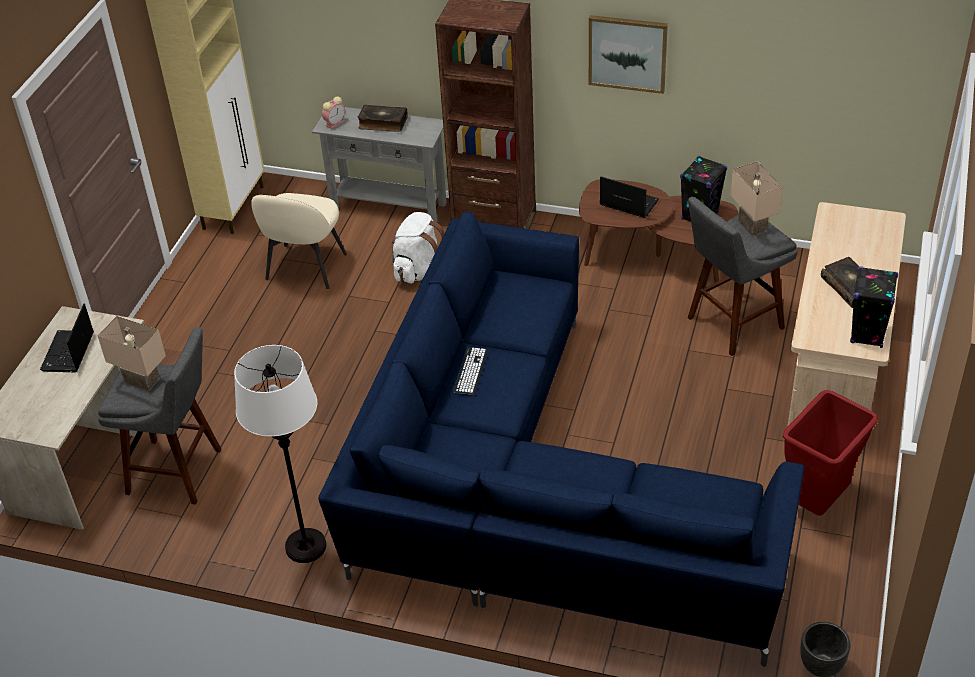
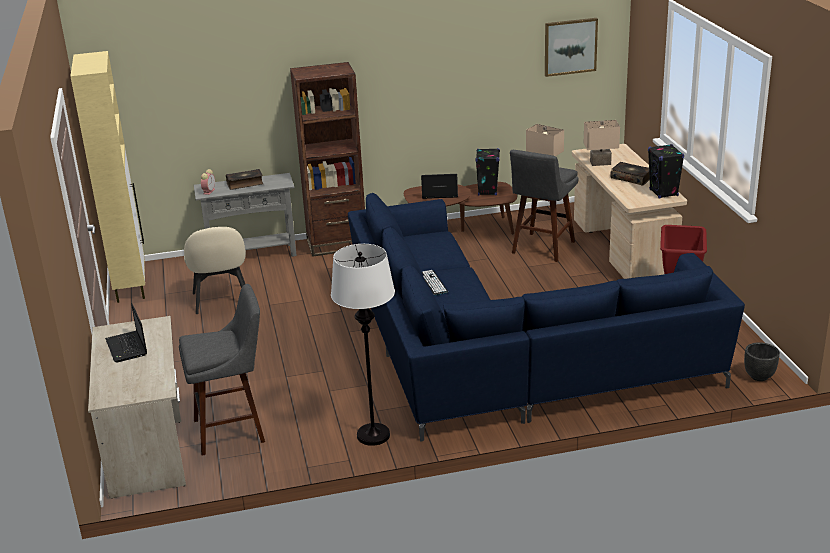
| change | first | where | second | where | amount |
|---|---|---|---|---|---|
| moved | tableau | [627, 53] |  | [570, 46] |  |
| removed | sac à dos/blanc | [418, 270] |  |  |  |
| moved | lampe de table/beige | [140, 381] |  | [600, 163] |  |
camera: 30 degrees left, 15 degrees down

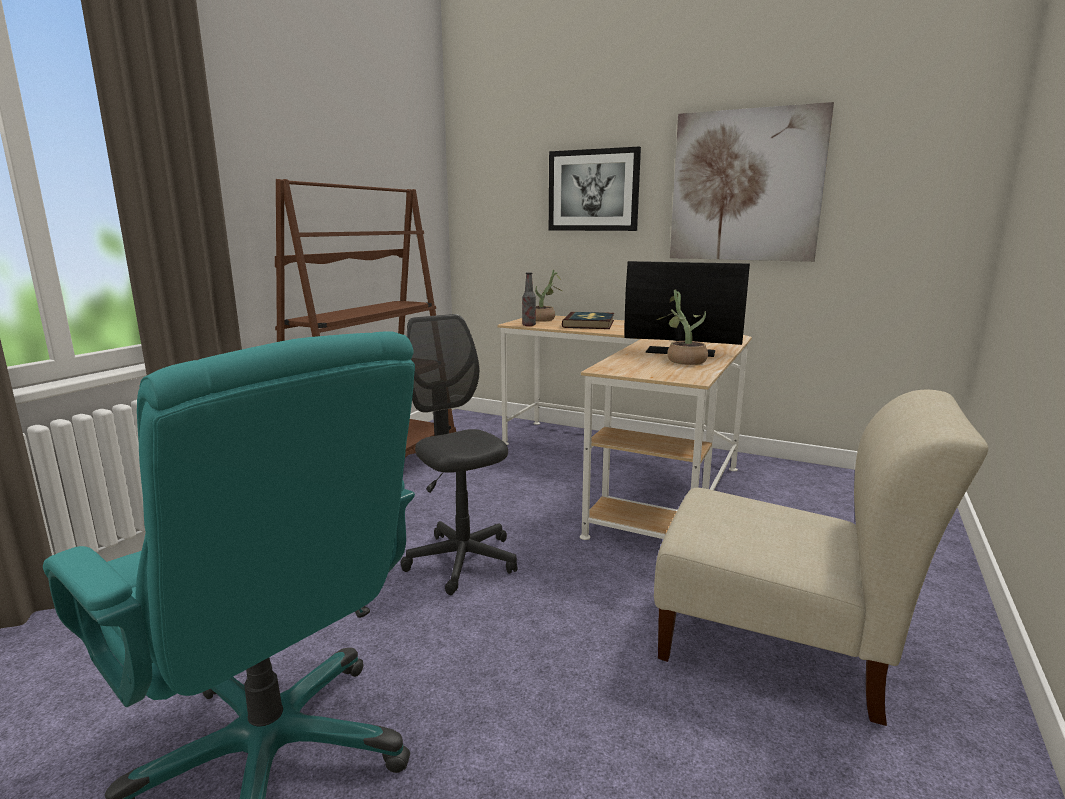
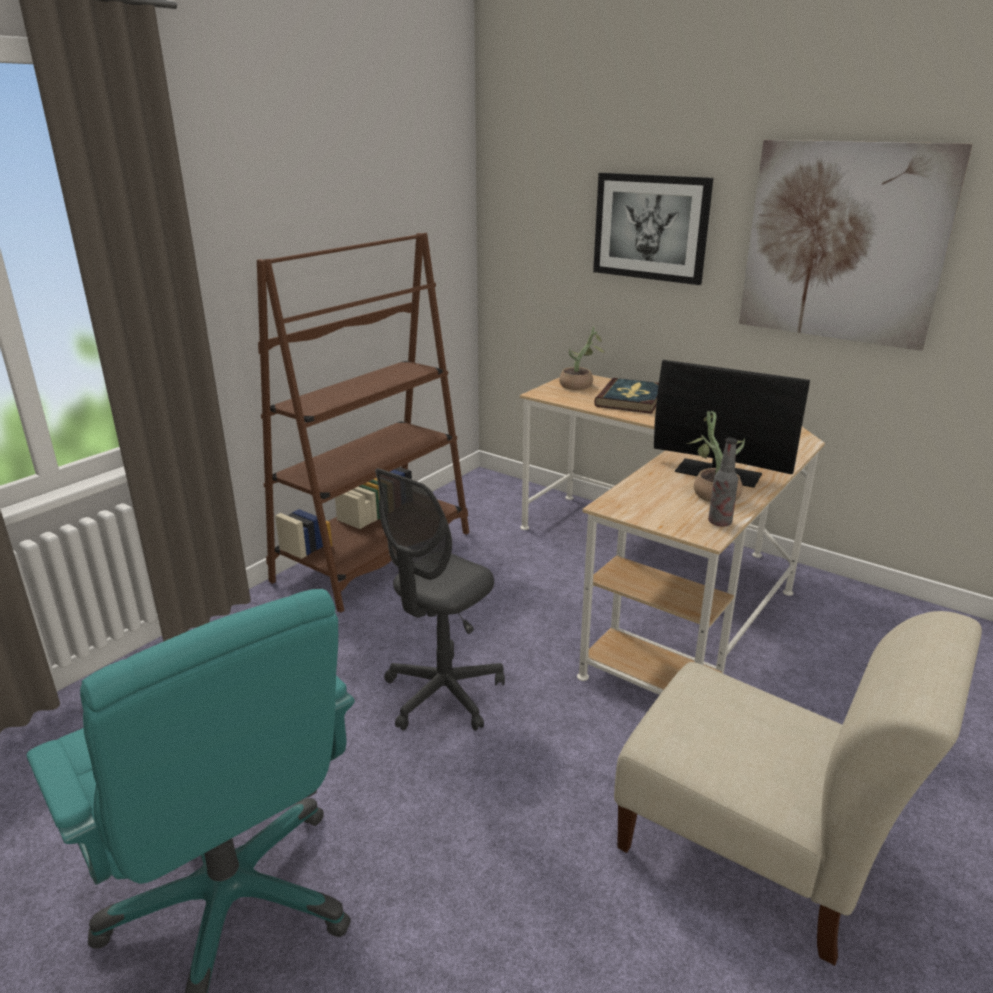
| change | first | where | second | where | amount |
|---|---|---|---|---|---|
| moved | bouteille | [529, 325] |  | [719, 522] |  |
| turned | chaise de bureau/gris | [462, 561] |  | [443, 695] | 120 degrees counterclockwise |
camera: 10 degrees right, 10 degrees up

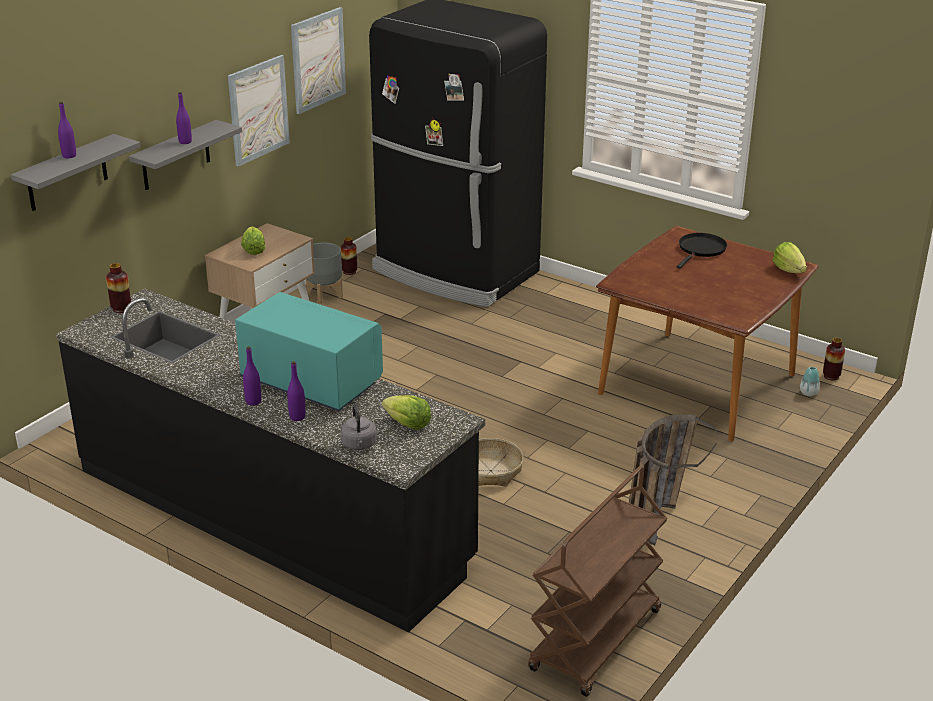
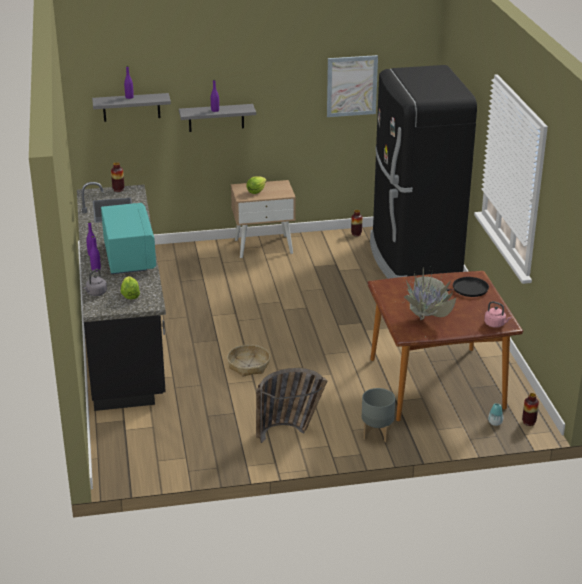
| change | first | where | second | where | amount |
|---|---|---|---|---|---|
| removed | tableau | [258, 110] |  |  |  |
| replaced | laitue | [789, 270] | bouilloire/rose | [495, 324] |  |
| moved | cache-pot/gris | [324, 296] |  | [376, 434] |  |
| removed | chariot/marron | [596, 642] |  |  |  |
| added |  |  | plante en pot | [427, 319] |  |
camera: 45 degrees right, 0 degrees up

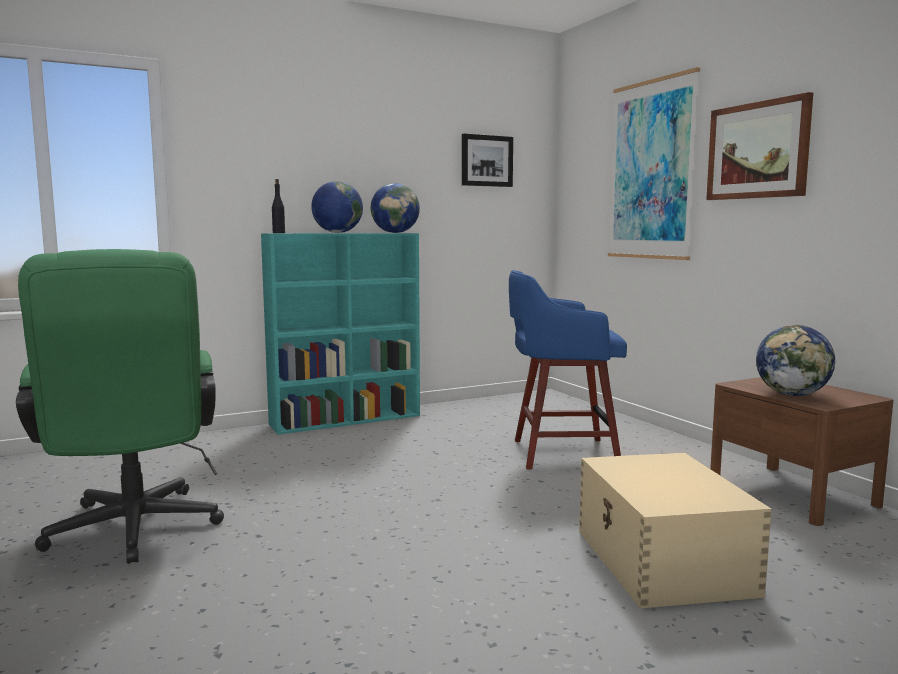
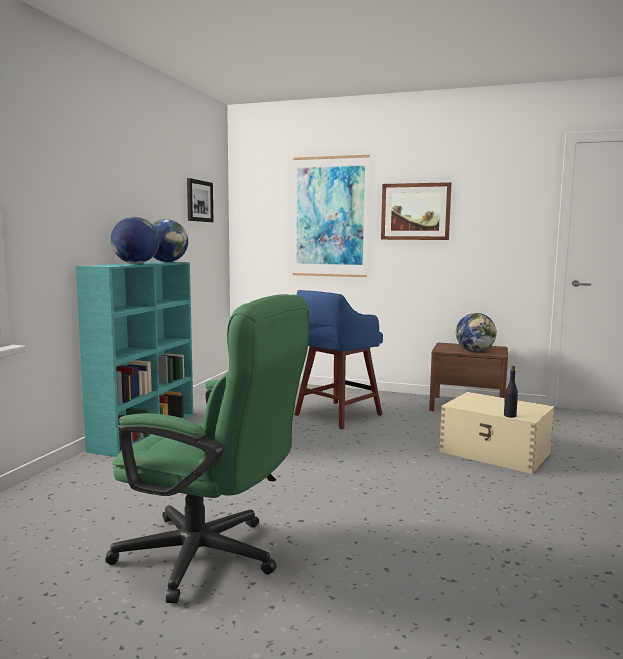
| change | first | where | second | where | amount |
|---|---|---|---|---|---|
| moved | bouteille/noir | [278, 233] |  | [509, 416] |  |
camera: 45 degrees left, 0 degrees up

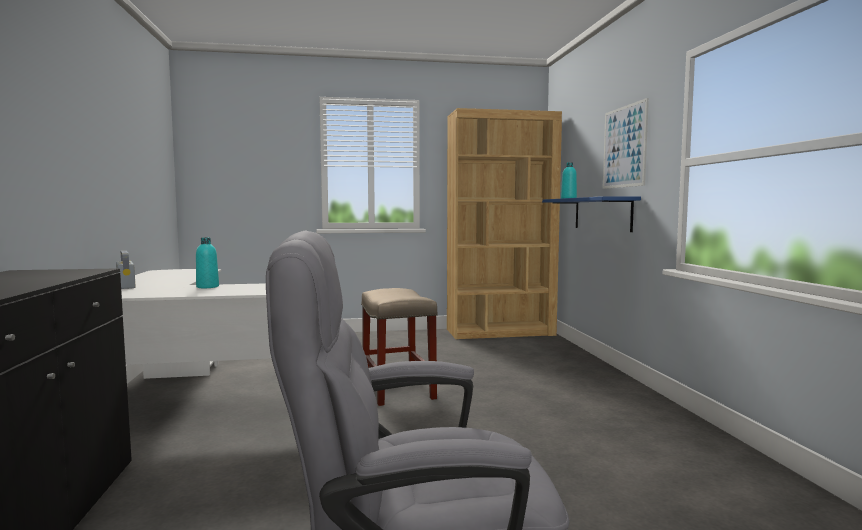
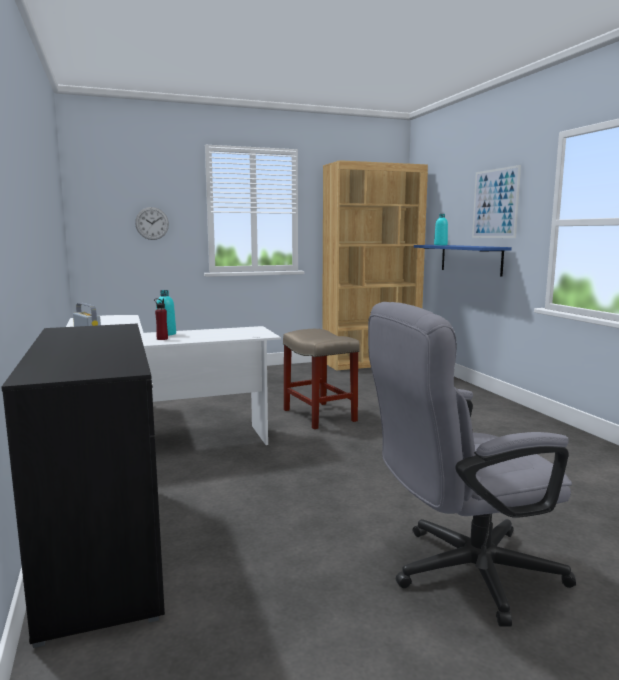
| change | first | where | second | where | amount |
|---|---|---|---|---|---|
| added |  |  | horloge murale | [152, 223] |  |
| added |  |  | bouteille/rouge | [162, 339] |  |
camera: 10 degrees left, 5 degrees up

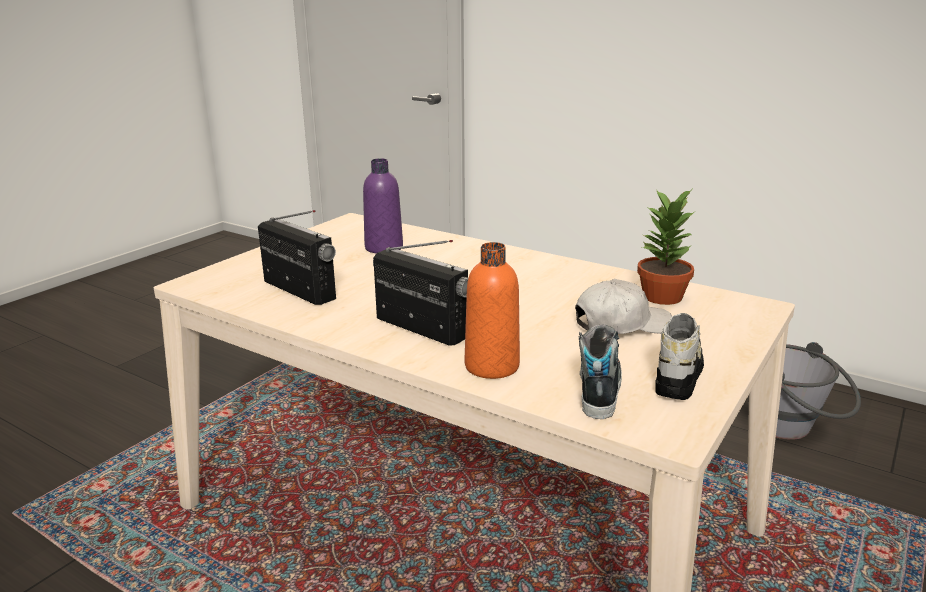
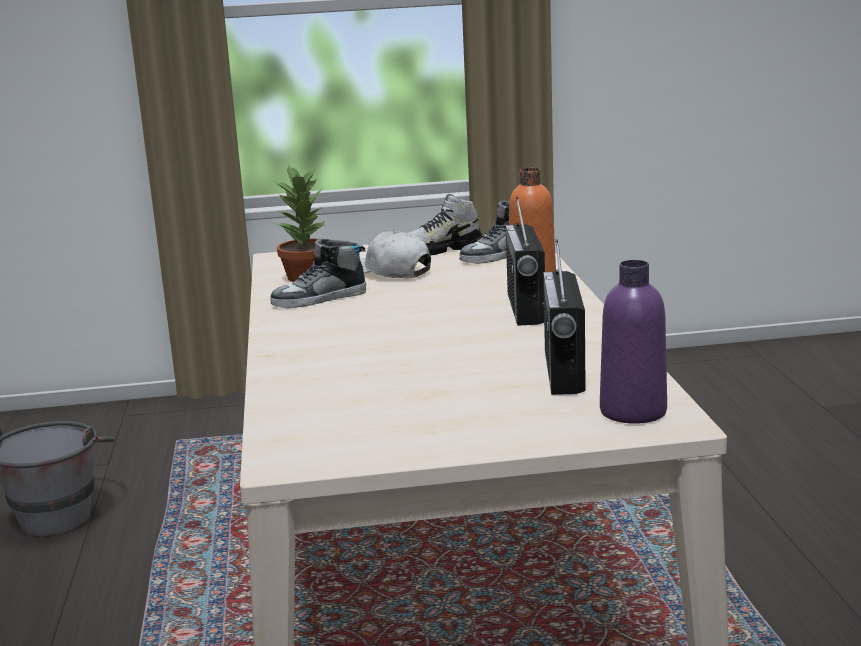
| change | first | where | second | where | amount |
|---|---|---|---|---|---|
| moved | bouteille/violet | [384, 248] |  | [633, 412] |  |
| added |  |  | chaussure | [319, 299] |  |
camera: 130 degrees left, 5 degrees down

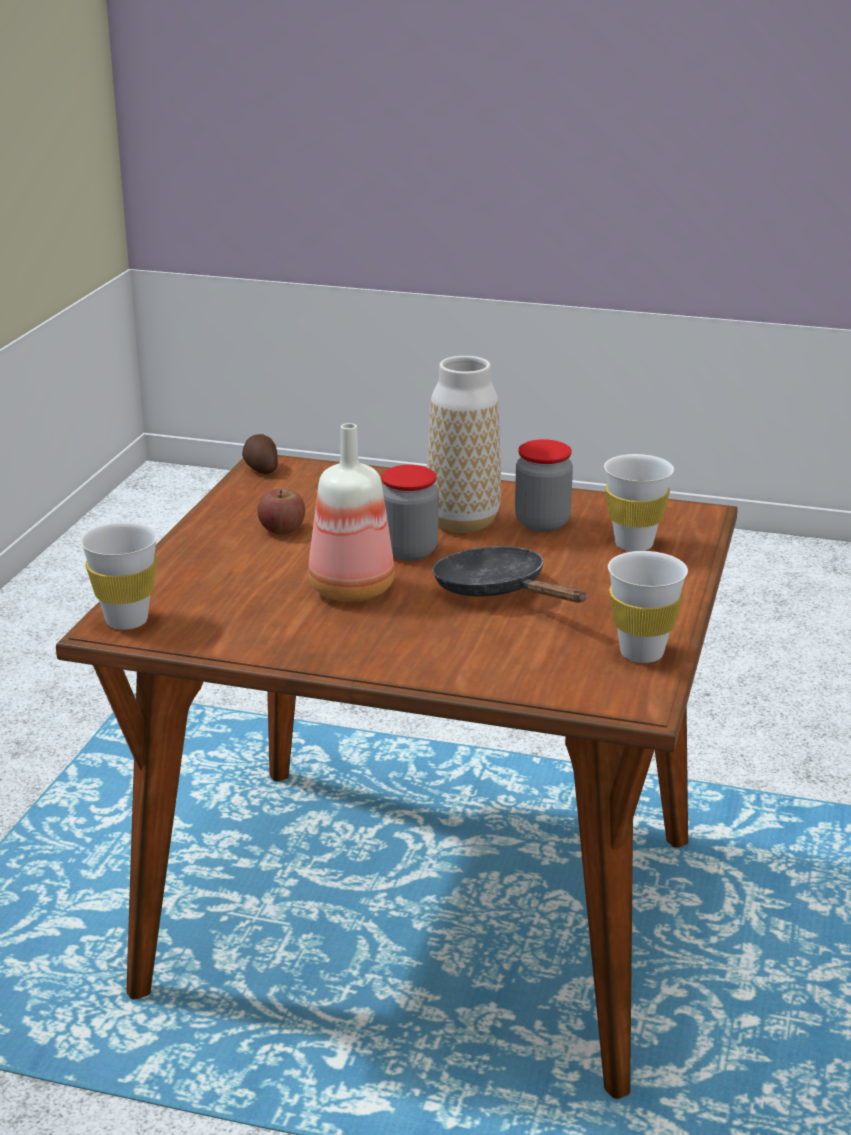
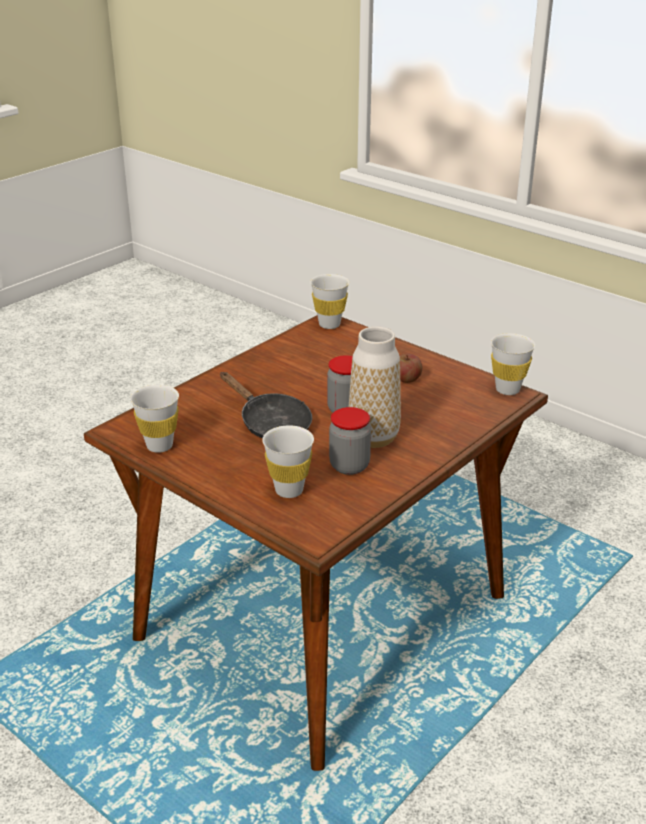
| change | first | where | second | where | amount |
|---|---|---|---|---|---|
| removed | bouteille | [351, 591] |  |  |  |
| replaced | pomme de terre | [261, 468] | tasse/blanc | [507, 389] |  |
| turned | poêle/noir | [497, 591] |  | [271, 424] | 60 degrees clockwise |
camera: 115 degrees right, 5 degrees up

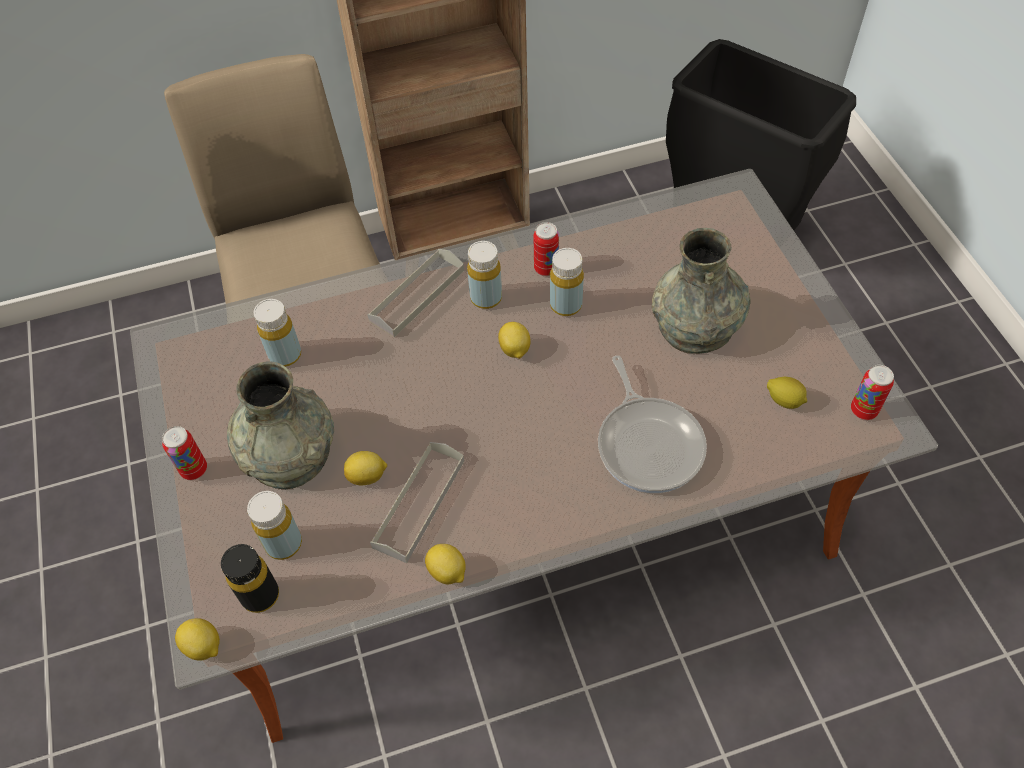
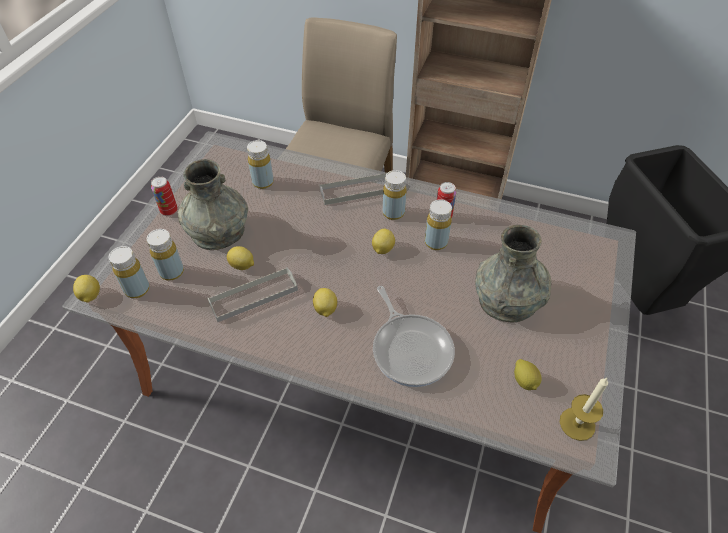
| change | first | where | second | where | amount |
|---|---|---|---|---|---|
| turned | poêle | [648, 443] |  | [411, 349] | 45 degrees counterclockwise |
| replaced | boîte métallique | [863, 410] | bougie | [577, 424] |  |
| recoloured | bouteille/noir | [260, 595] | bouteille/jaune | [137, 289] |  |
| moved | citron | [447, 572] |  | [325, 309] |  |
camera: 35 degrees right, 5 degrees down

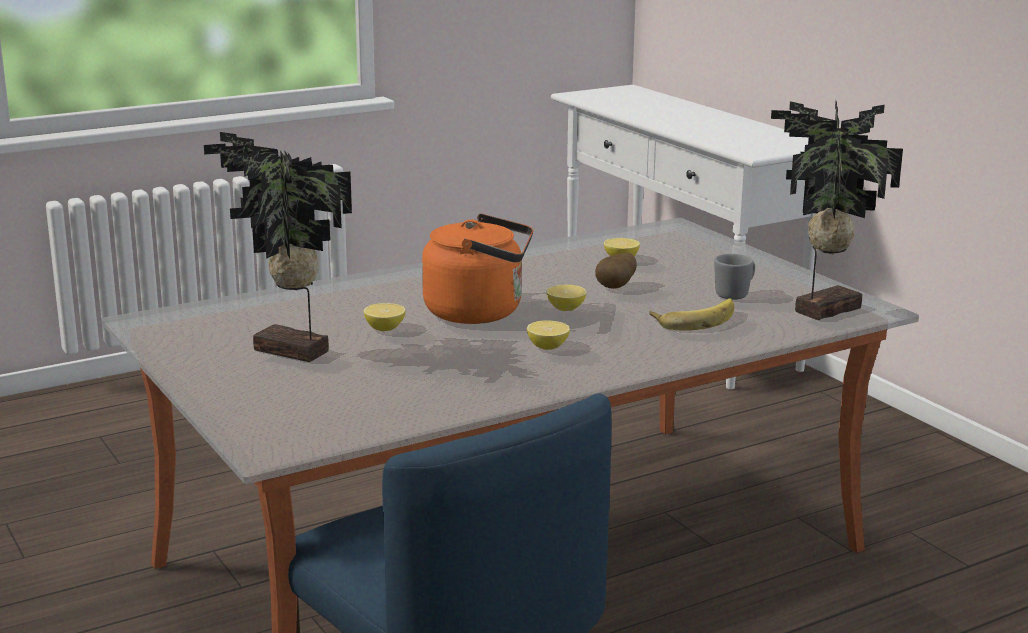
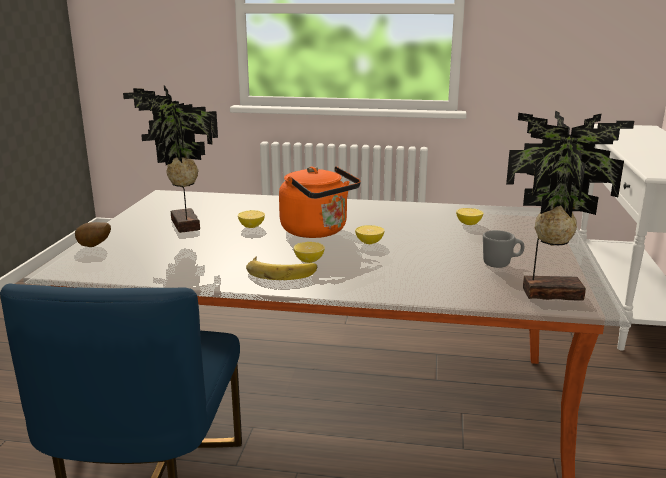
| change | first | where | second | where | amount |
|---|---|---|---|---|---|
| moved | pomme de terre | [616, 287] |  | [94, 247] |  |
| moved | banane | [694, 319] |  | [281, 271] |  |
camera: 40 degrees right, 0 degrees up

